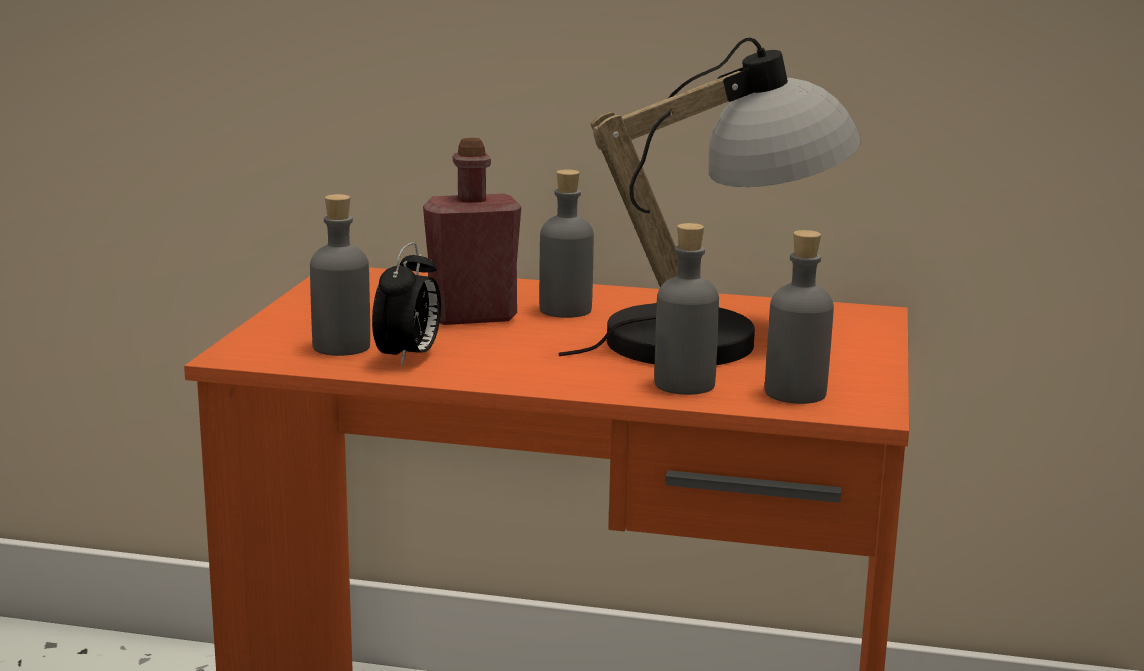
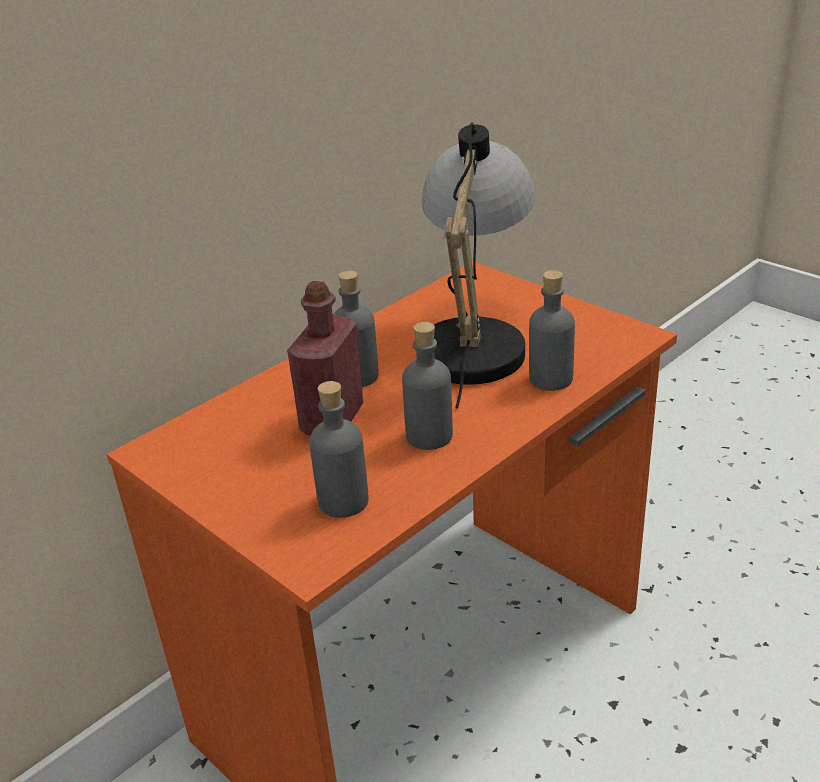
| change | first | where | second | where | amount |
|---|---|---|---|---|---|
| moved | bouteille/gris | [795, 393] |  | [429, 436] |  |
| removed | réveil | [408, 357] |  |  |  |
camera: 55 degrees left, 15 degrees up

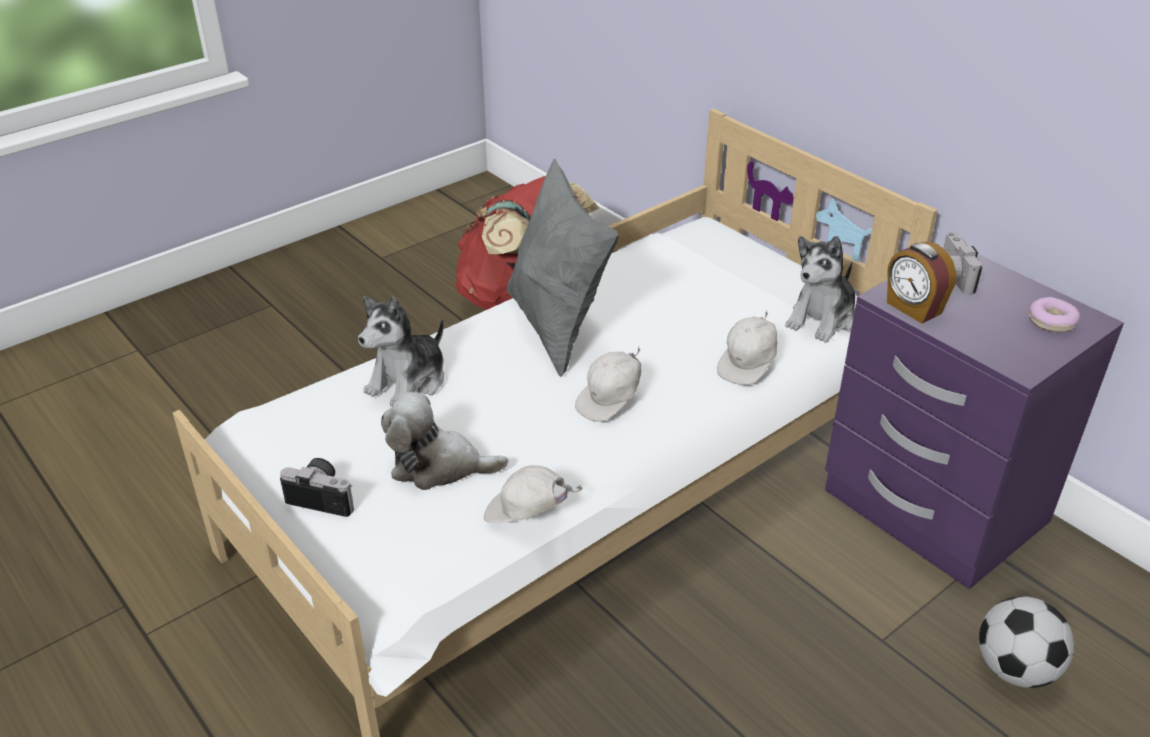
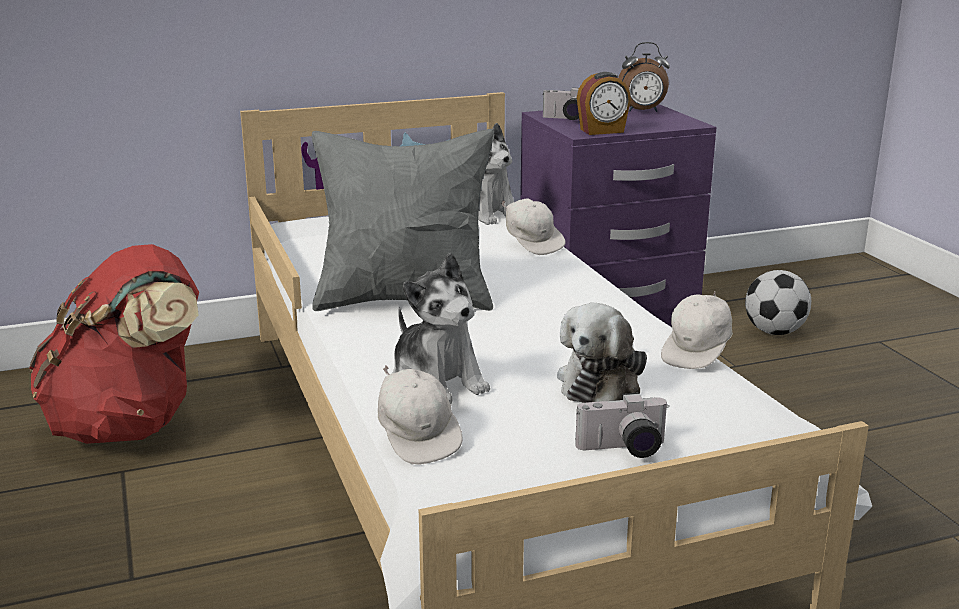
| change | first | where | second | where | amount |
|---|---|---|---|---|---|
| replaced | beignet | [1051, 321] | réveil | [642, 111] |  |
| moved | casquette/blanc | [611, 401] |  | [418, 437] |  |
| turned | appareil photo | [324, 496] |  | [623, 450] | 135 degrees counterclockwise |
camera: 70 degrees left, 15 degrees down

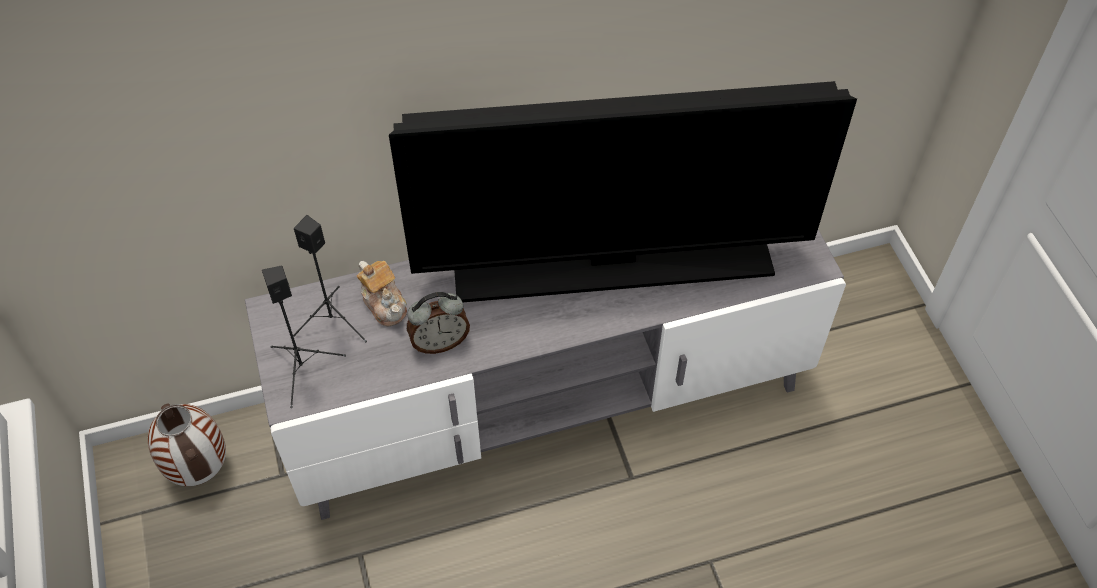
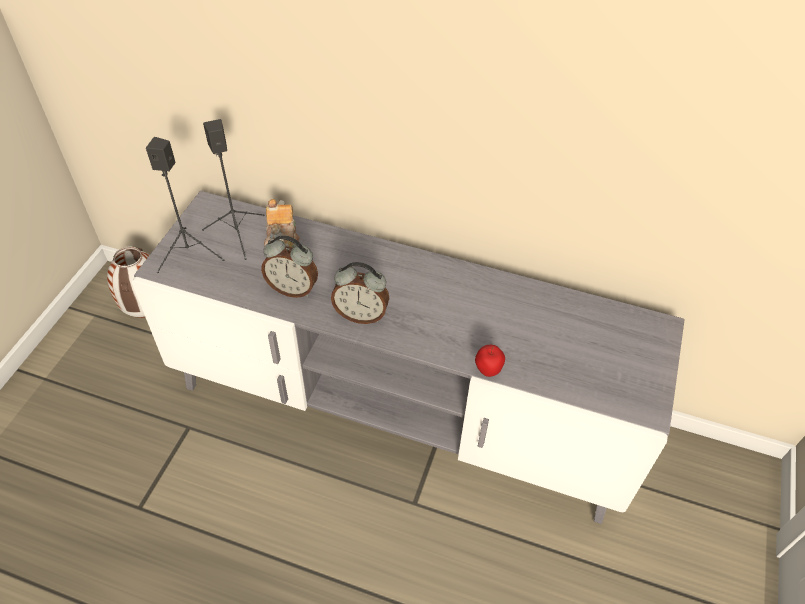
| change | first | where | second | where | amount |
|---|---|---|---|---|---|
| removed | téléviseur | [613, 266] |  |  |  |
| added |  |  | réveil | [361, 315] |  |
| added |  |  | pomme | [487, 370] |  |
camera: 35 degrees right, 5 degrees down

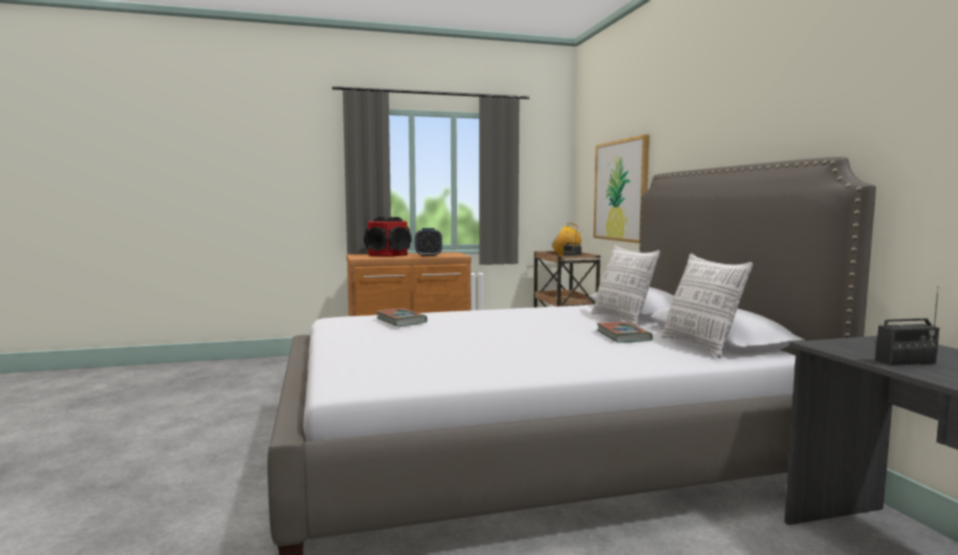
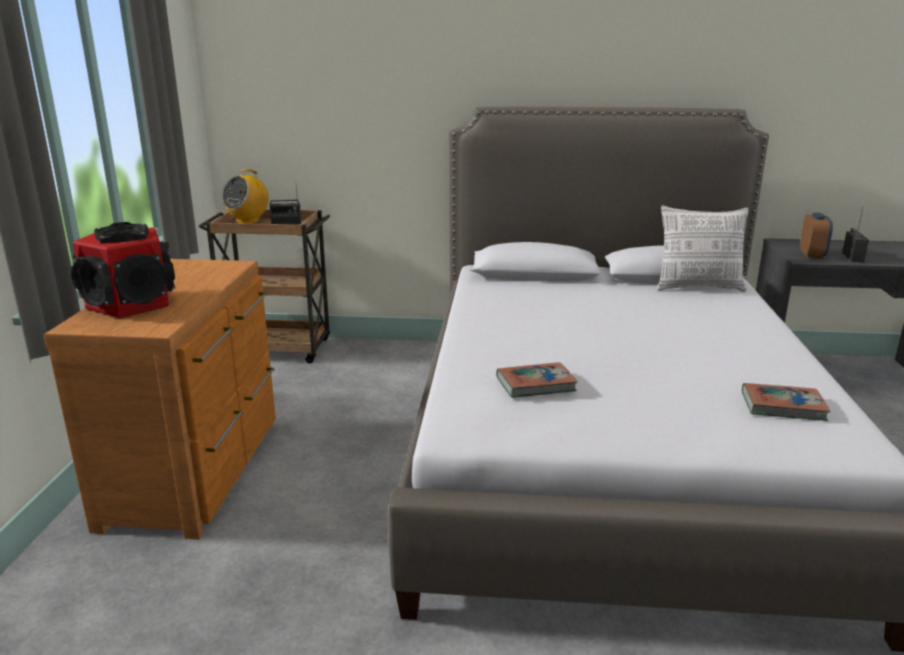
| change | first | where | second | where | amount |
|---|---|---|---|---|---|
| removed | tableau | [621, 190] |  |  |  |
| moved | réveil | [428, 255] |  | [812, 254] |  |
| removed | coussin | [622, 319] |  |  |  |
| moved | livre | [623, 336] |  | [783, 406] |  |
camera: 70 degrees left, 15 degrees up

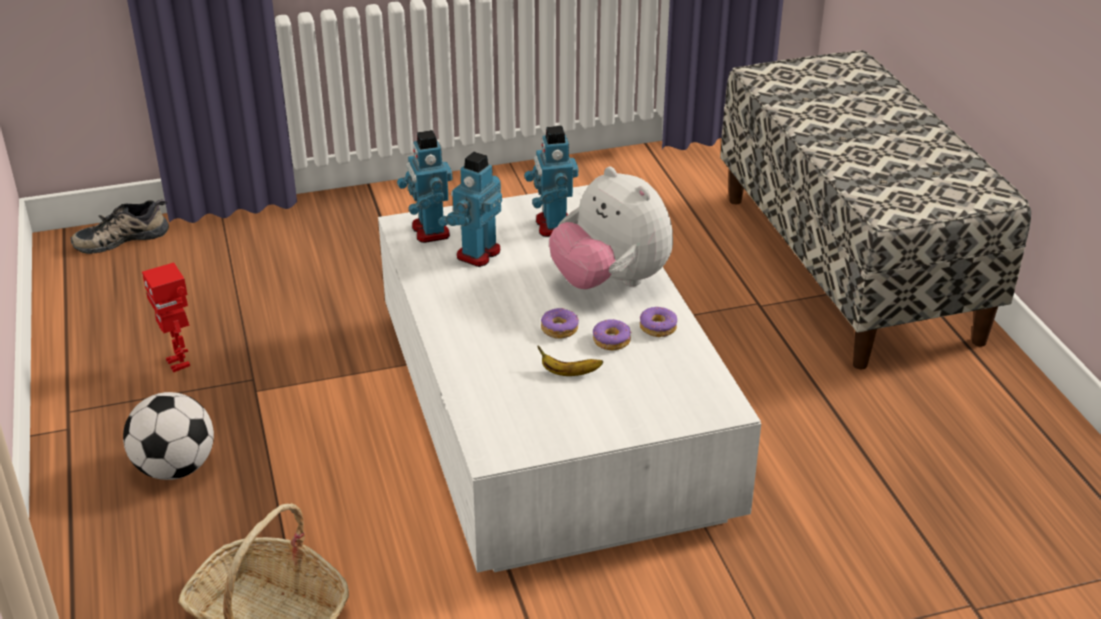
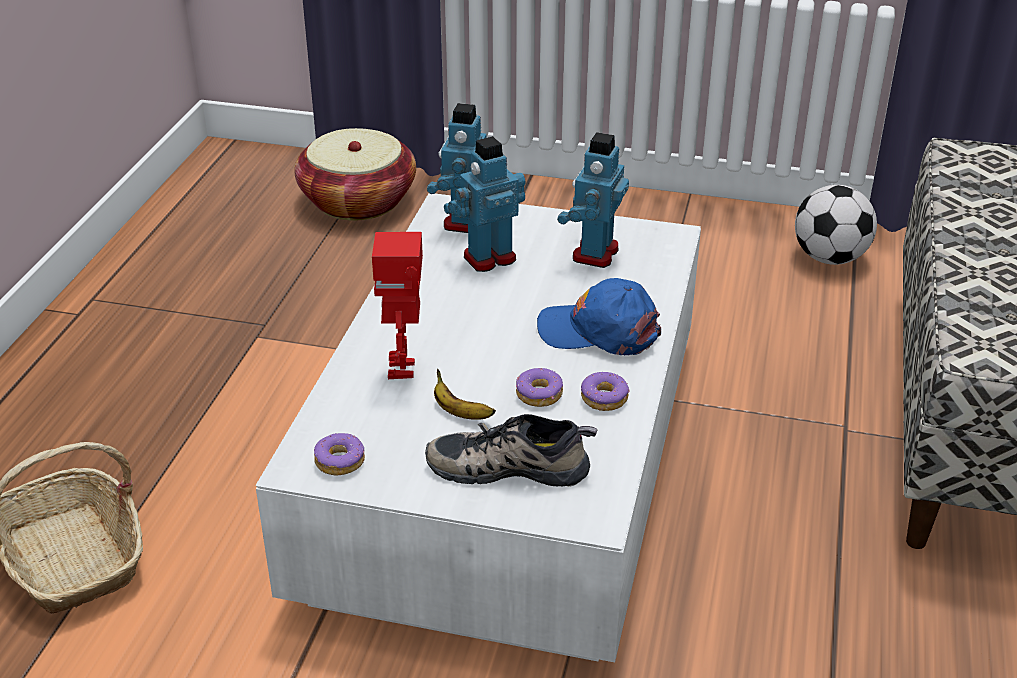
| change | first | where | second | where | amount |
|---|---|---|---|---|---|
| replaced | peluche | [610, 281] | casquette/bleu | [599, 331] |  |
| moved | chaussure | [122, 237] |  | [510, 465] |  |
| moved | robot jouet | [179, 363] |  | [403, 369] |  |
| moved | beignet | [559, 329] |  | [340, 461] |  |
| moved | ballon de foot | [175, 468] |  | [829, 258] |  |
| added |  |  | panier | [358, 201] |  |
camera: 30 degrees right, 0 degrees up

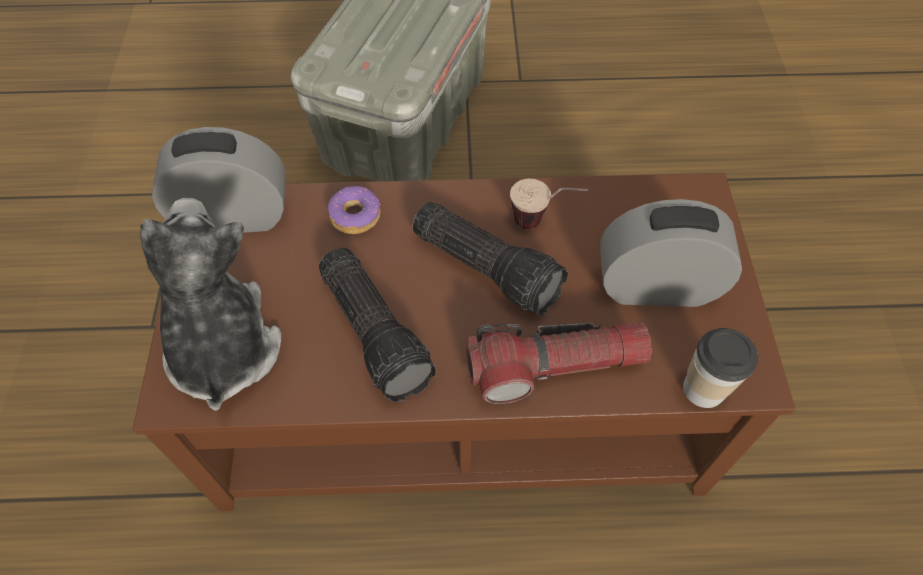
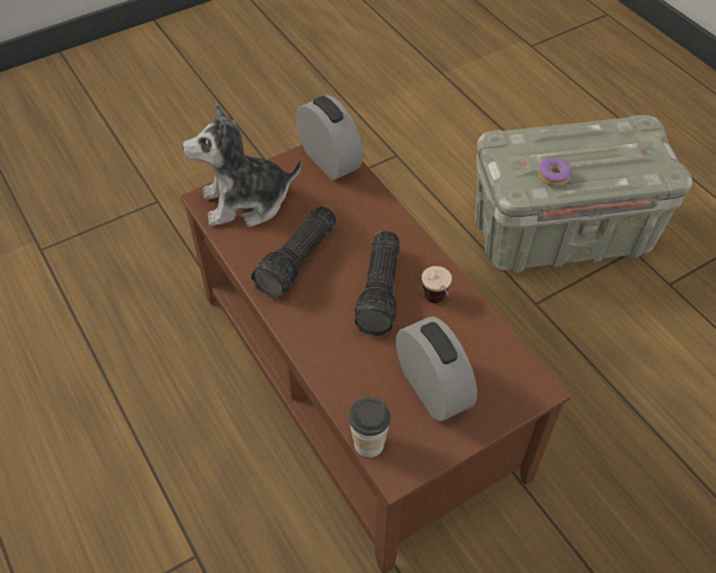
| change | first | where | second | where | amount |
|---|---|---|---|---|---|
| moved | beignet | [355, 216] |  | [554, 176] |  |
| turned | peluche | [222, 346] |  | [246, 202] | 150 degrees counterclockwise |
| removed | lampe de poche | [555, 366] |  |  |  |
camera: 60 degrees right, 5 degrees down

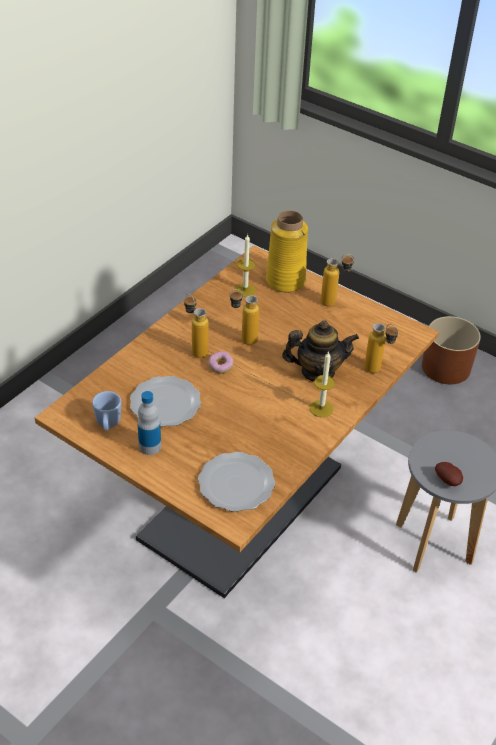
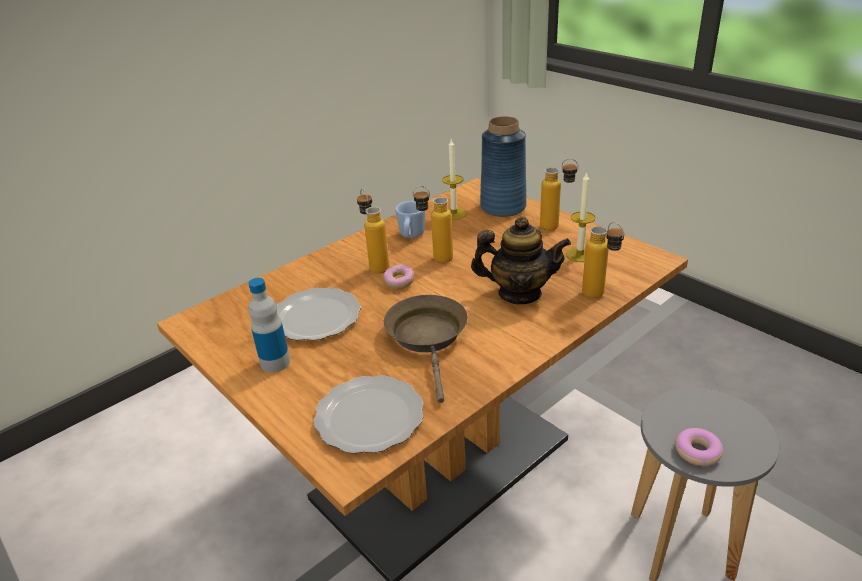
| change | first | where | second | where | amount |
|---|---|---|---|---|---|
| recoloured | vase/jaune | [285, 281] | vase/bleu | [503, 207] |  |
| removed | cache-pot/marron | [446, 367] |  |  |  |
| moved | bougie | [321, 408] |  | [580, 255] |  |
| moved | mug/bleu | [108, 424] |  | [411, 236] |  |
| replaced | pomme de terre | [448, 480] | beignet | [697, 451] |  |
| added |  |  | poêle/marron | [428, 338] |  |
camera: 15 degrees right, 10 degrees down

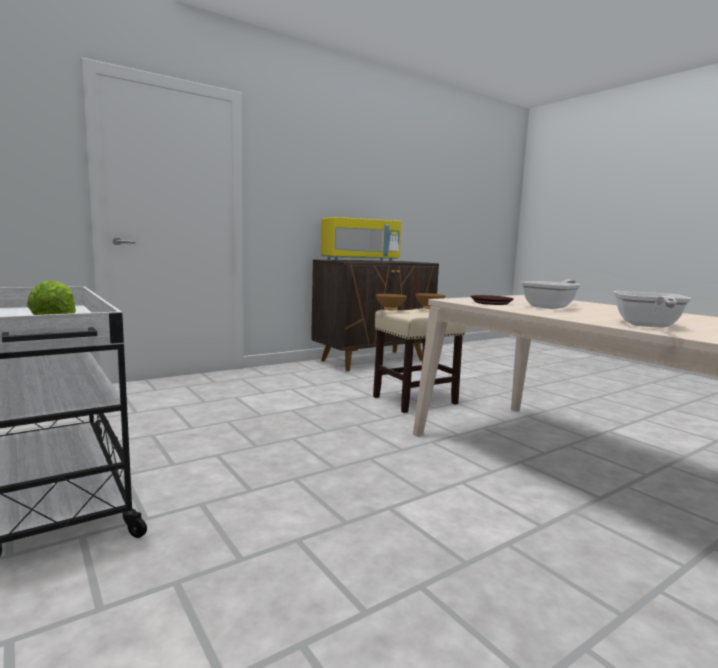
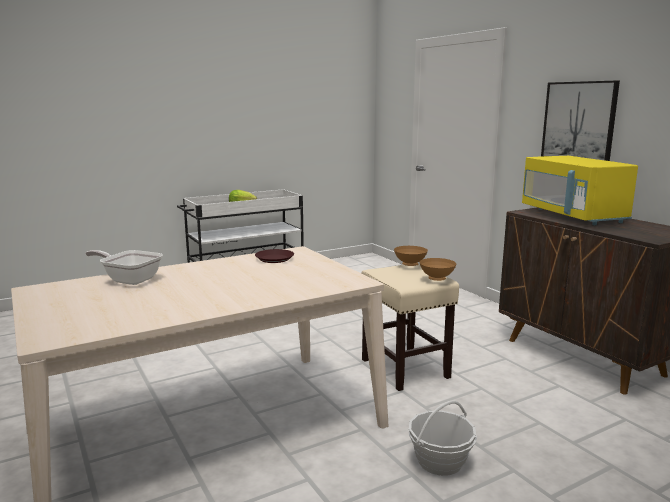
| change | first | where | second | where | amount |
|---|---|---|---|---|---|
| removed | poêle | [551, 307] |  |  |  |
| added |  |  | tableau | [579, 121] |  |
| added |  |  | panier | [440, 461] |  |
camera: 95 degrees right, 5 degrees up

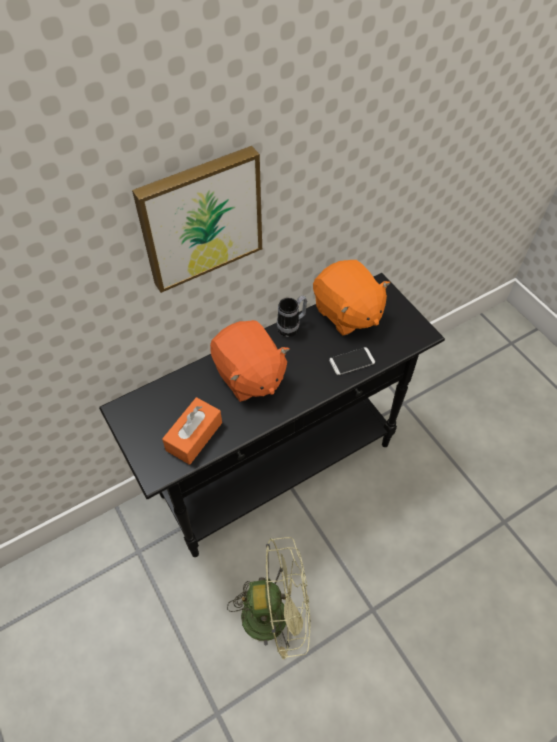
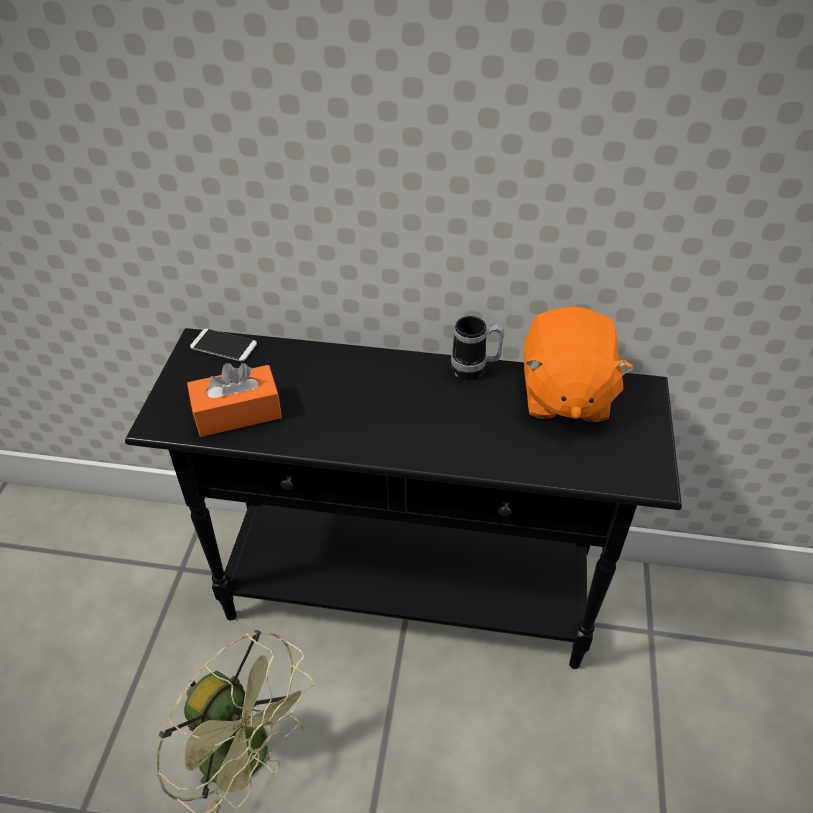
| change | first | where | second | where | amount |
|---|---|---|---|---|---|
| removed | tableau | [200, 218] |  |  |  |
| removed | peluche/orange | [249, 375] |  |  |  |
| moved | téléphone | [352, 361] |  | [223, 346] |  |
camera: 40 degrees right, 10 degrees down

